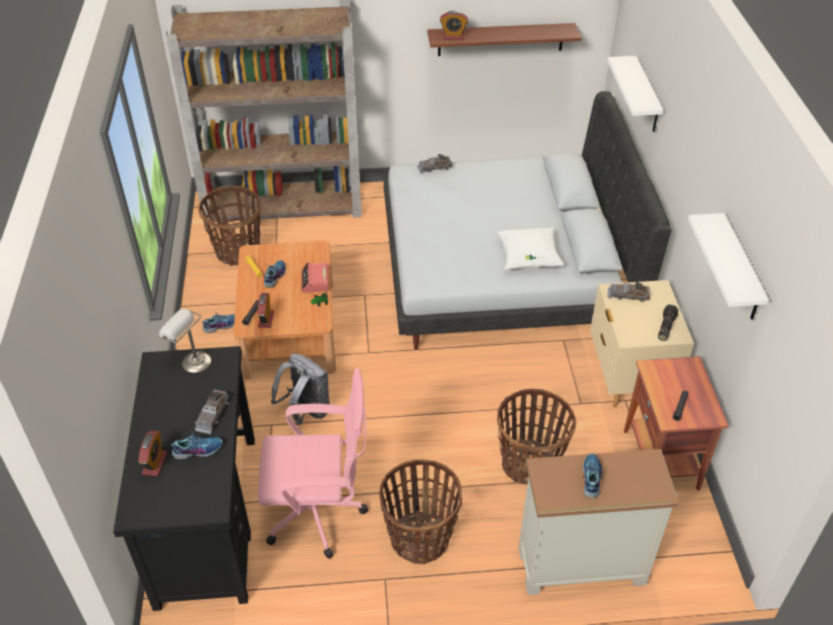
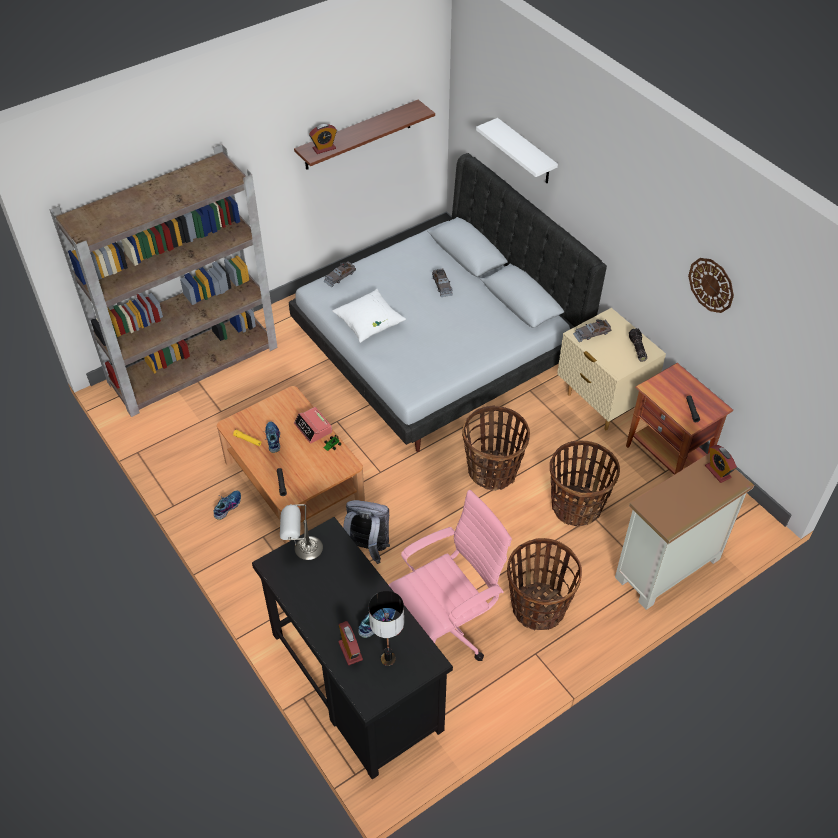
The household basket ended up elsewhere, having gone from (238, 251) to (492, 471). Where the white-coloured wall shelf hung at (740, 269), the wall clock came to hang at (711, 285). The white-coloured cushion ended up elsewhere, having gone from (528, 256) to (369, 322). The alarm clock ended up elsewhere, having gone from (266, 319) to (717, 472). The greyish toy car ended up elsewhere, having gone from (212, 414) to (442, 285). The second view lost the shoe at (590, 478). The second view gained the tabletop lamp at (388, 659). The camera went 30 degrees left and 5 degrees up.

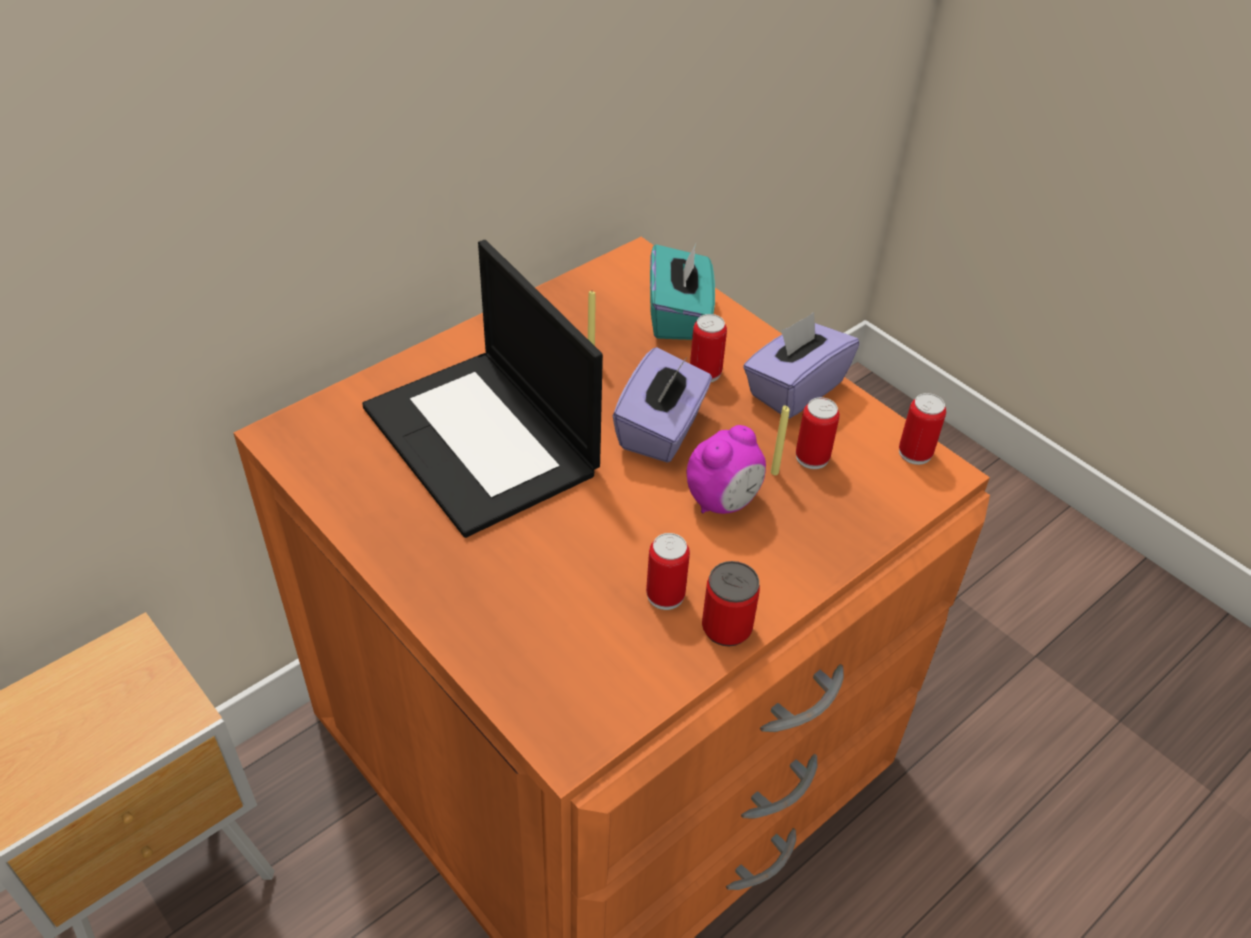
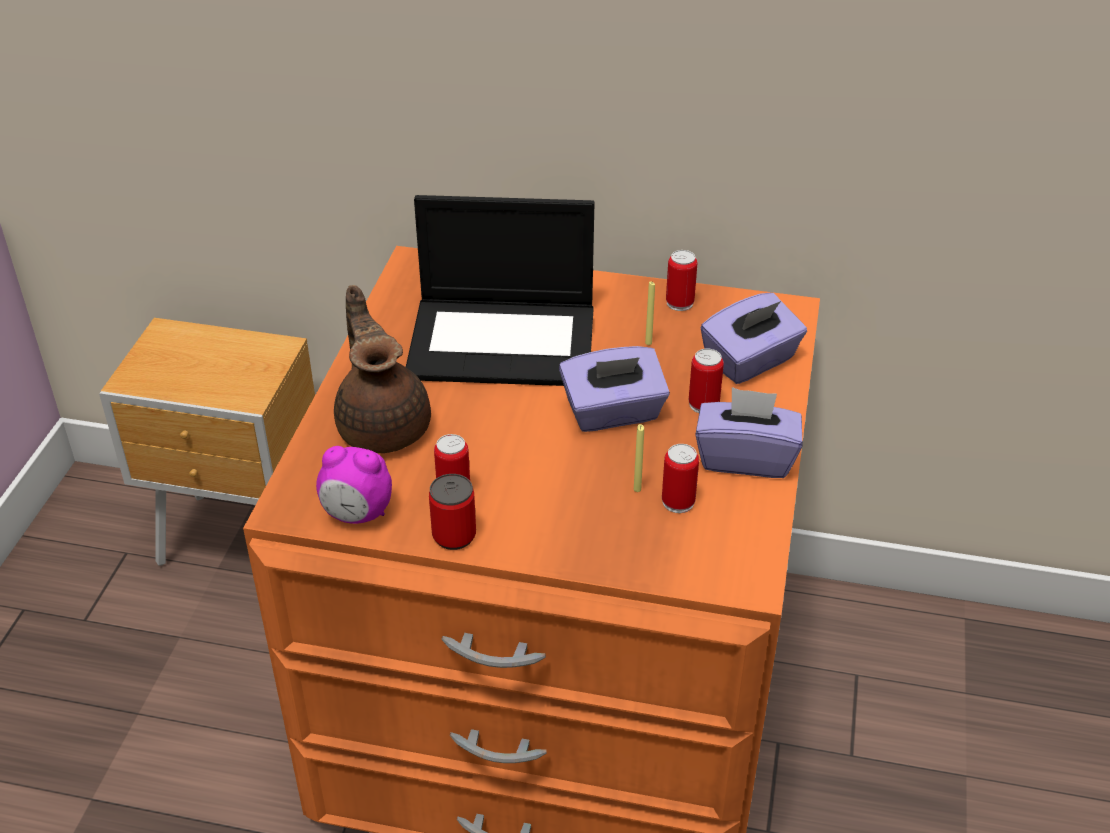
The portable computer at (483, 441) ended up facing another way, 105 degrees counterclockwise from before. What was the blue-green box of tissues at (679, 316) turned into the purple box of tissues at (750, 361). The sealed can ended up elsewhere, having gone from (915, 453) to (679, 303). The alarm clock ended up elsewhere, having gone from (723, 501) to (357, 514). The second view gained the brown-coloured tea pot at (384, 425). The camera went 55 degrees right and 5 degrees down.

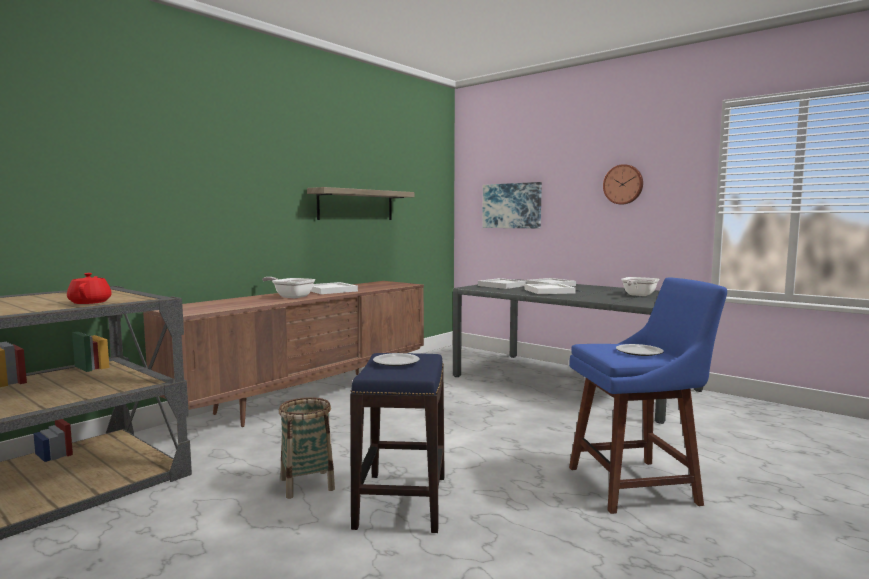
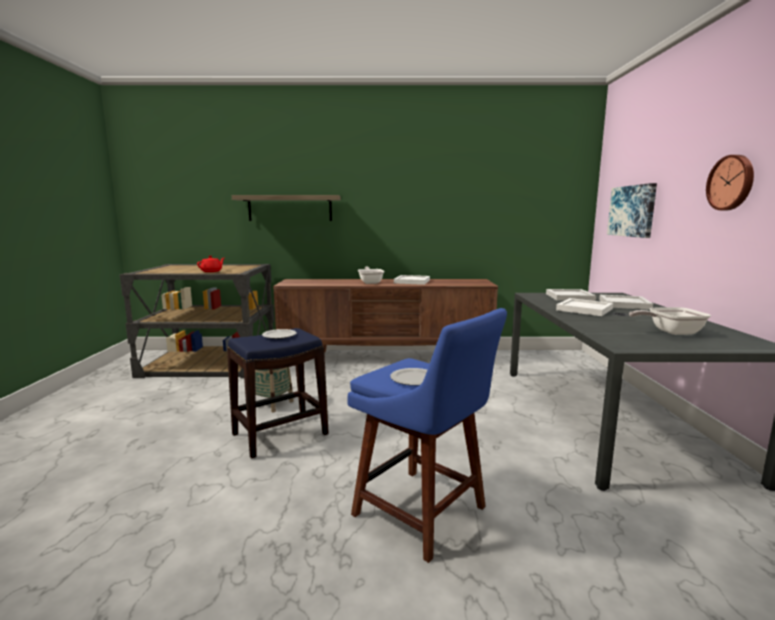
The wall shelf ended up elsewhere, having gone from (356, 205) to (290, 208). The camera went 50 degrees right and 5 degrees up.

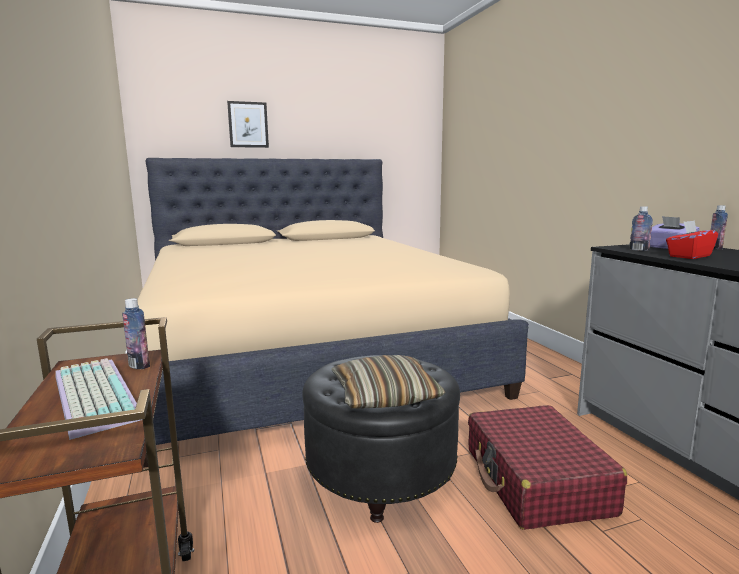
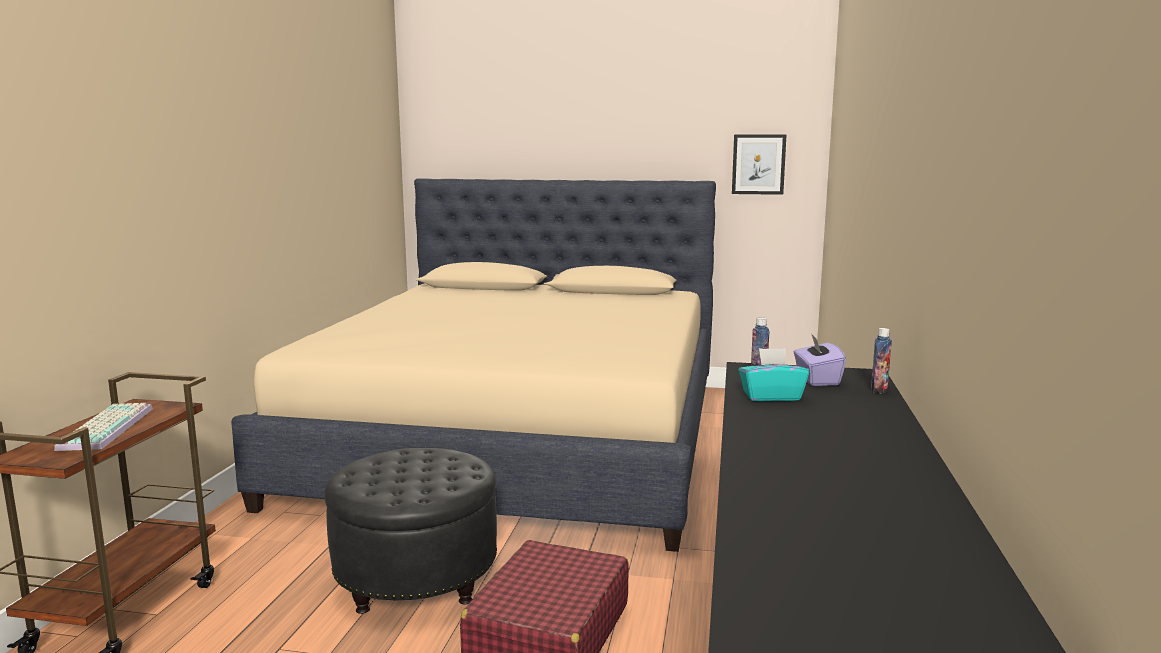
The wall art ended up elsewhere, having gone from (248, 124) to (758, 164). What was the red box of tissues at (689, 256) turned into the blue-green box of tissues at (771, 396). The second view lost the beverage bottle at (139, 365). The second view lost the cushion at (385, 395). The camera went 30 degrees right and 0 degrees up.

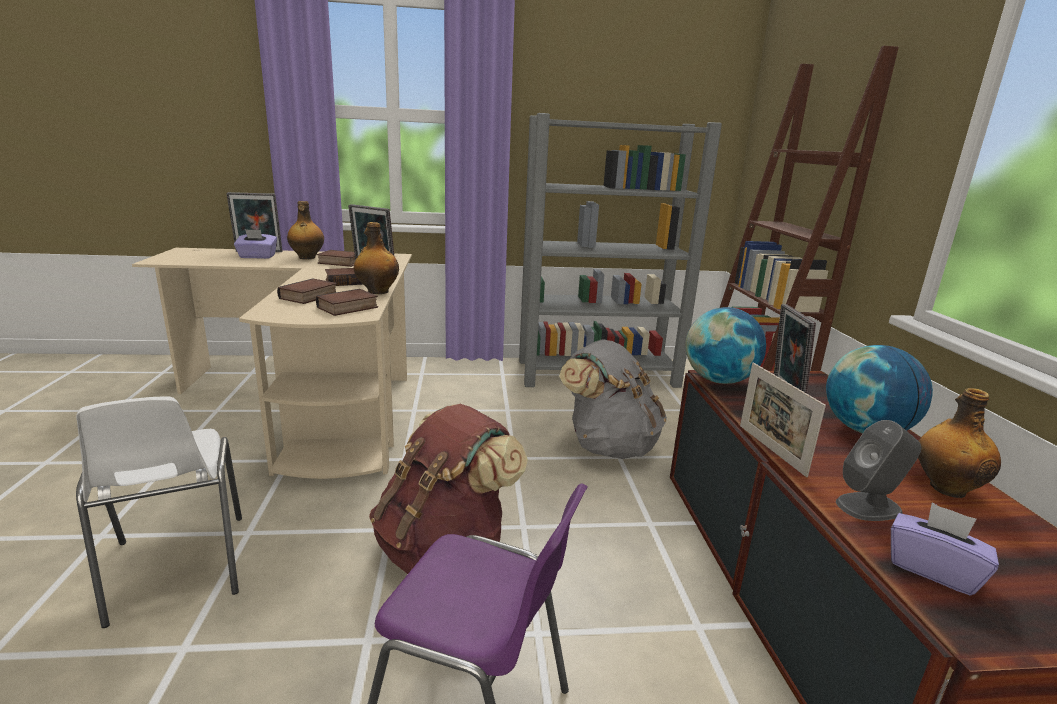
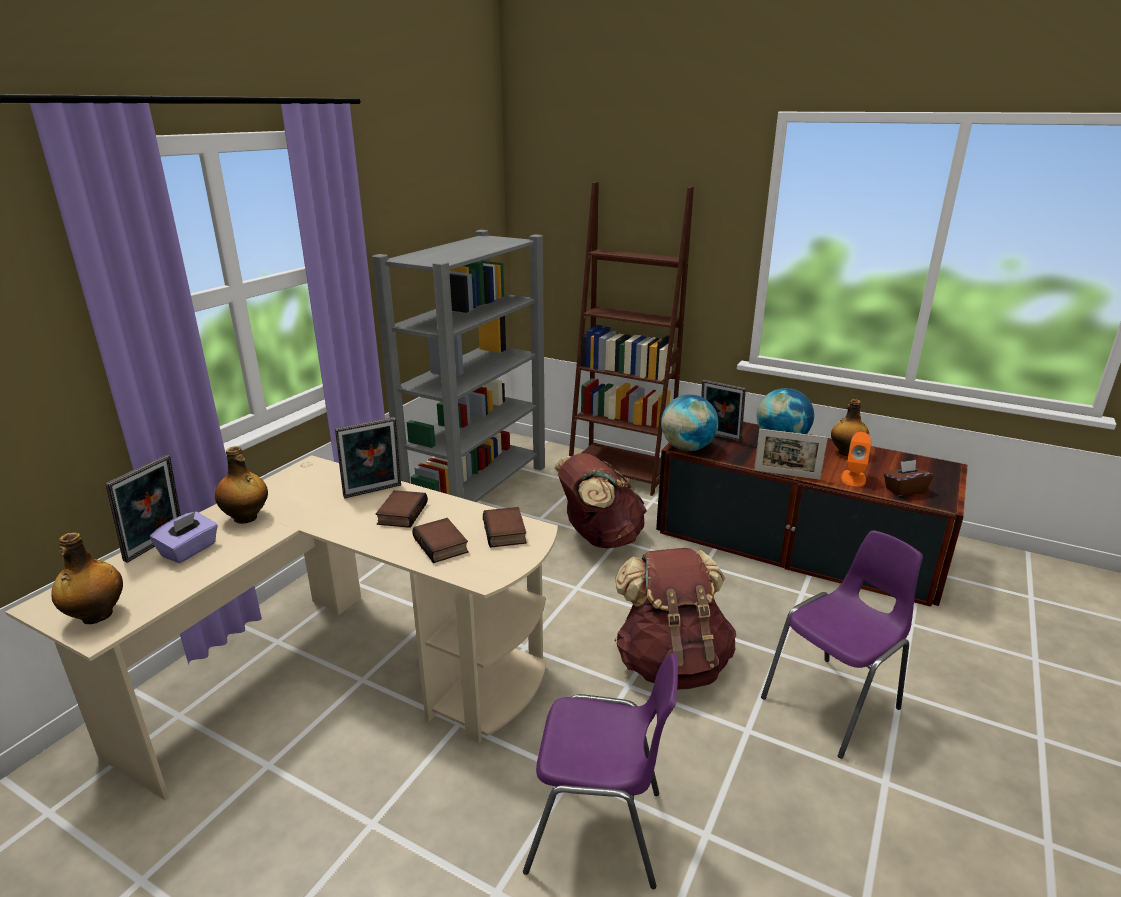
The beverage bottle ended up elsewhere, having gone from (377, 292) to (96, 616). The second view lost the volume at (339, 262). What was the greyish rucksack at (608, 446) turned into the brown-coloured rucksack at (599, 538). What was the white-coloured chair at (177, 570) turned into the purple chair at (599, 831). What was the greyish speaker at (869, 506) turned into the orange speaker at (853, 478). What was the purple box of tissues at (932, 569) turned into the brown-coloured box of tissues at (904, 490). The camera went 55 degrees left and 5 degrees up.

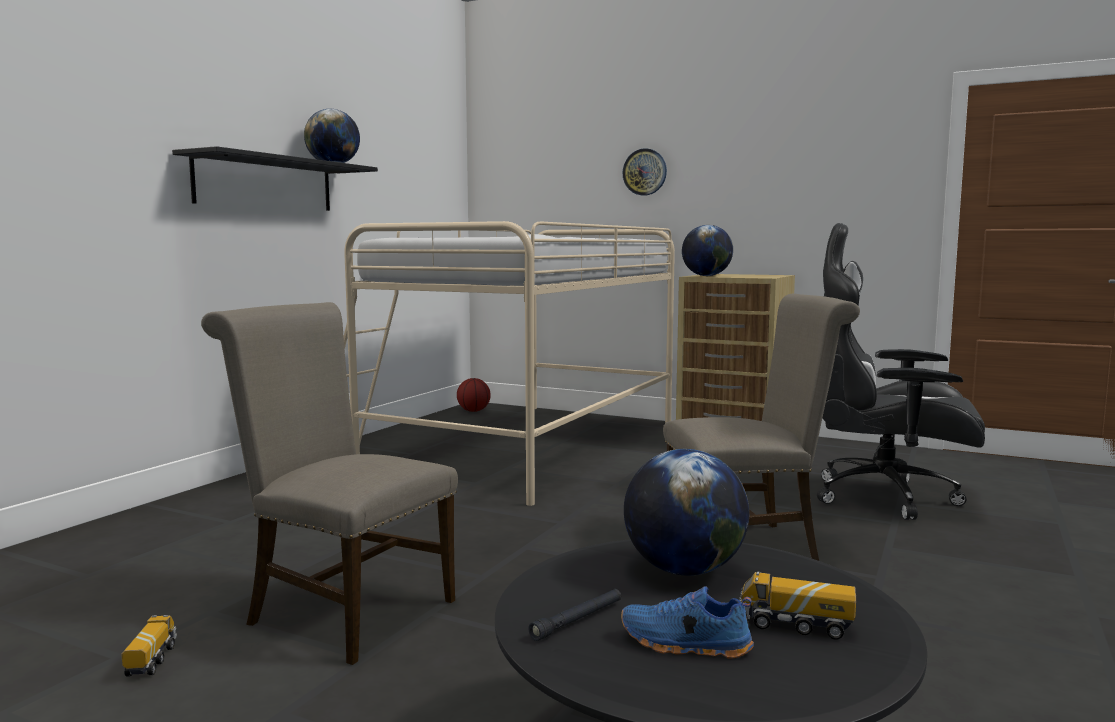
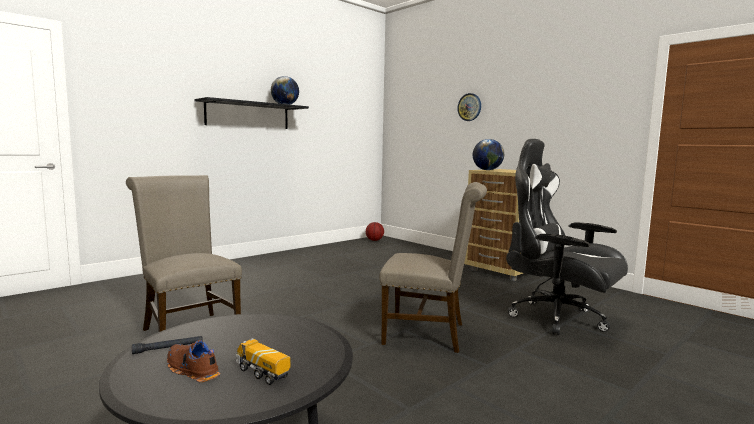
The second view lost the beige-coloured bedroom bed at (527, 446). The second view lost the globe at (684, 570). What was the blue shoe at (685, 645) turned into the brown-coloured shoe at (191, 370). The second view lost the model truck at (151, 660). The camera went 20 degrees right and 0 degrees up.

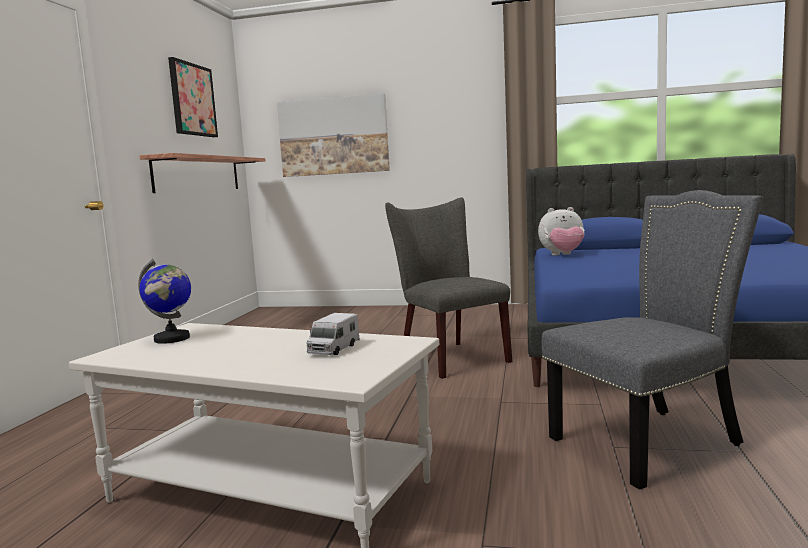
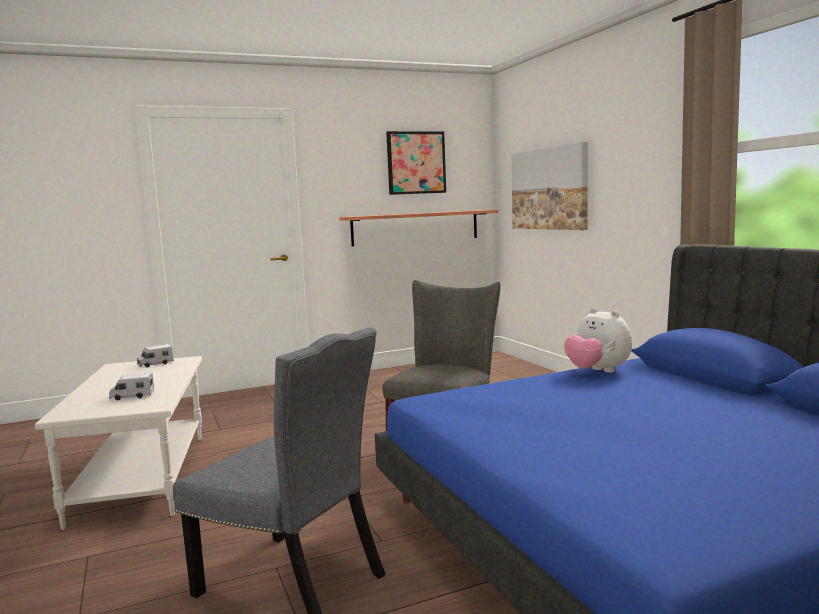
Where the globe stood at (172, 339), the model truck came to stand at (155, 364). The camera went 55 degrees right and 0 degrees up.

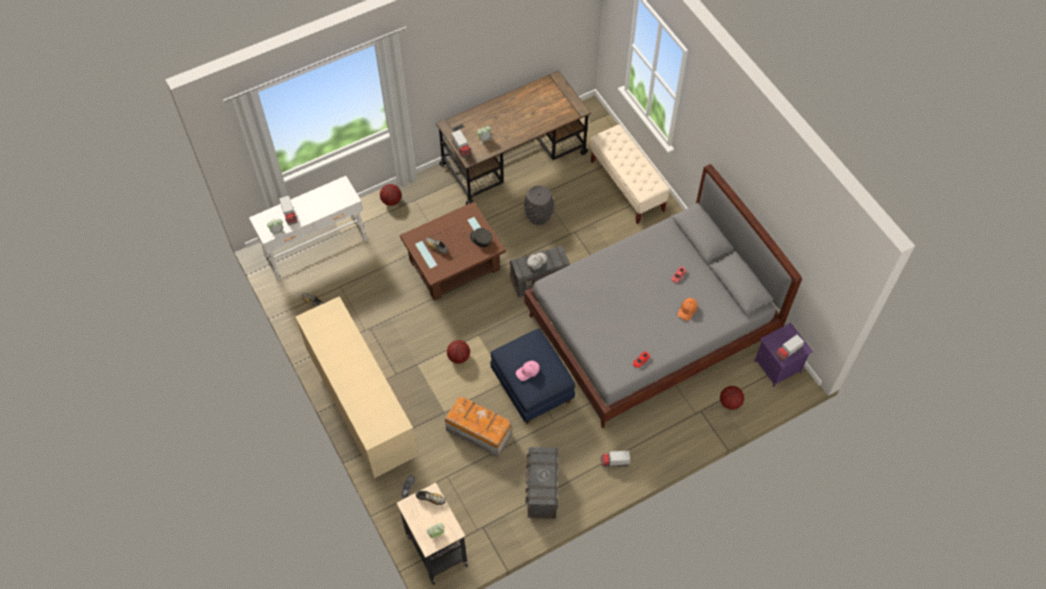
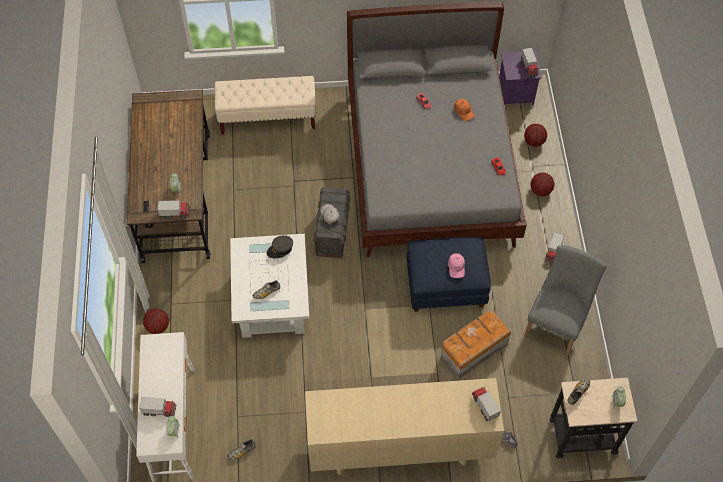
The second view lost the greyish stool seat at (538, 216). What was the brown-coloured lounge table at (454, 265) turned into the white-coloured lounge table at (272, 298). The basketball ball ended up elsewhere, having gone from (459, 357) to (540, 190). Where the greyish storage container stood at (542, 490), the greyish chair came to stand at (557, 321). The second view gained the model truck at (484, 406). The camera went 65 degrees left and 0 degrees up.

